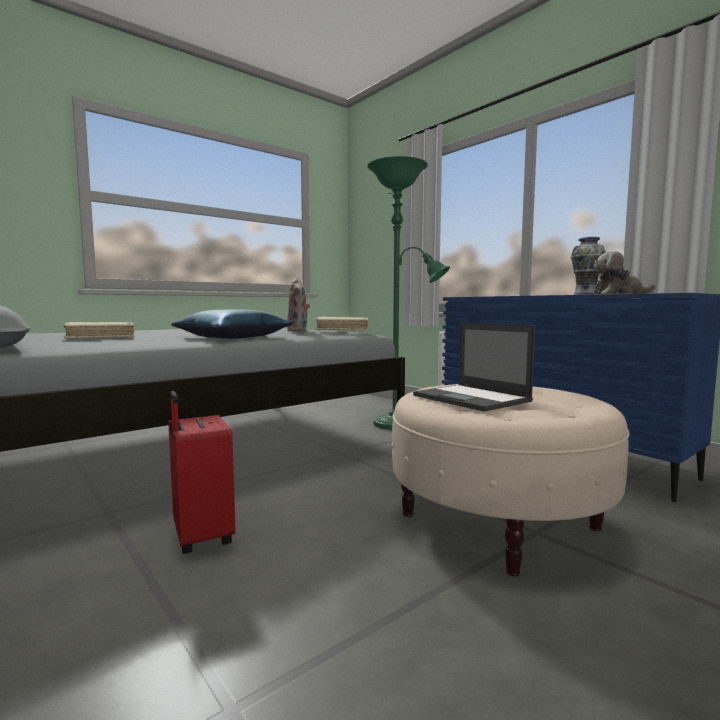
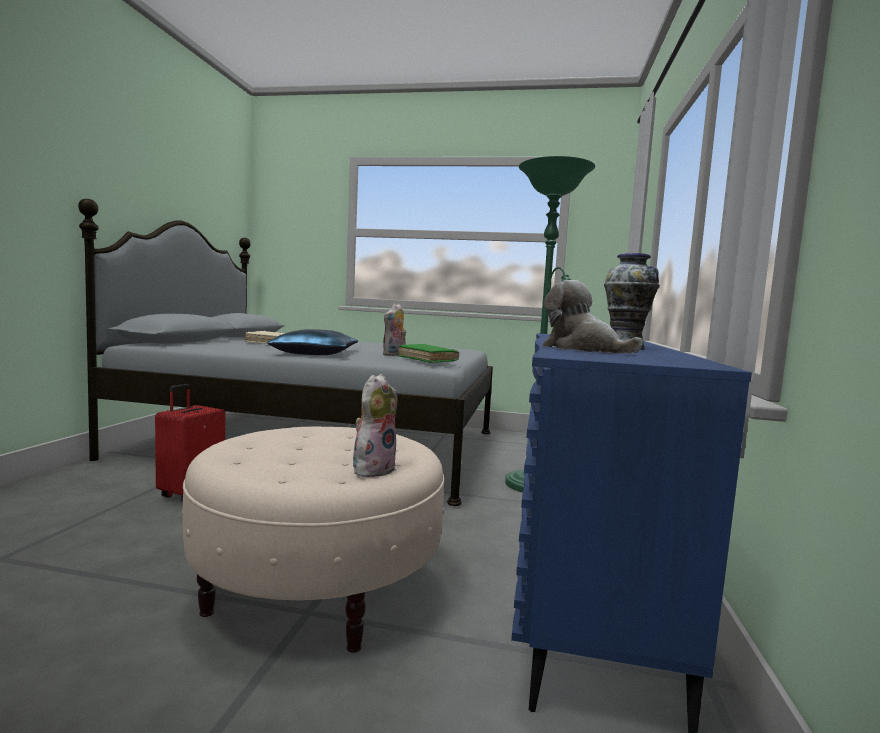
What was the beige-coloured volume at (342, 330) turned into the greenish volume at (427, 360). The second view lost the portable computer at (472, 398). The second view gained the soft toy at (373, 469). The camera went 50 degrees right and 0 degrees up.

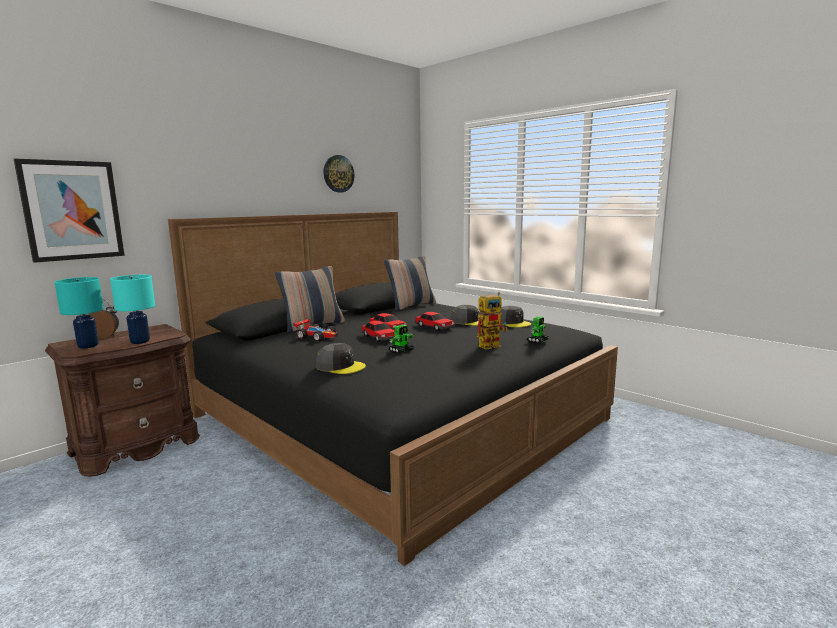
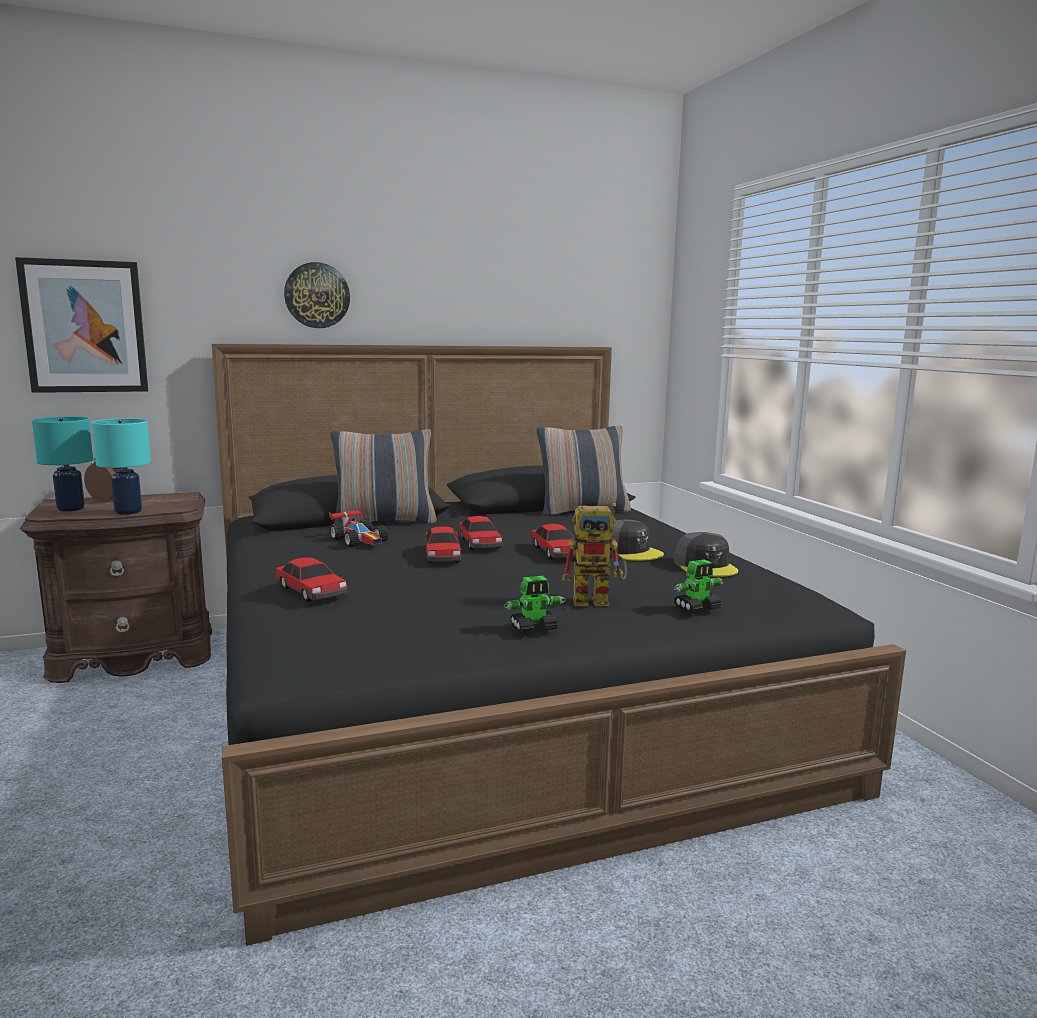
The wall clock ended up elsewhere, having gone from (338, 174) to (317, 295). The robot figure ended up elsewhere, having gone from (401, 351) to (534, 628). Where the greyish cap stood at (340, 366), the toy car came to stand at (312, 591). The camera went 25 degrees right and 0 degrees up.

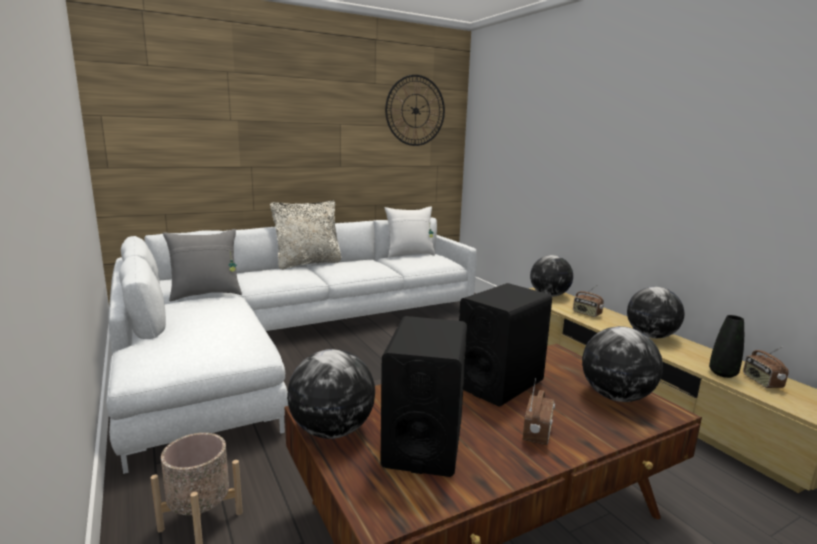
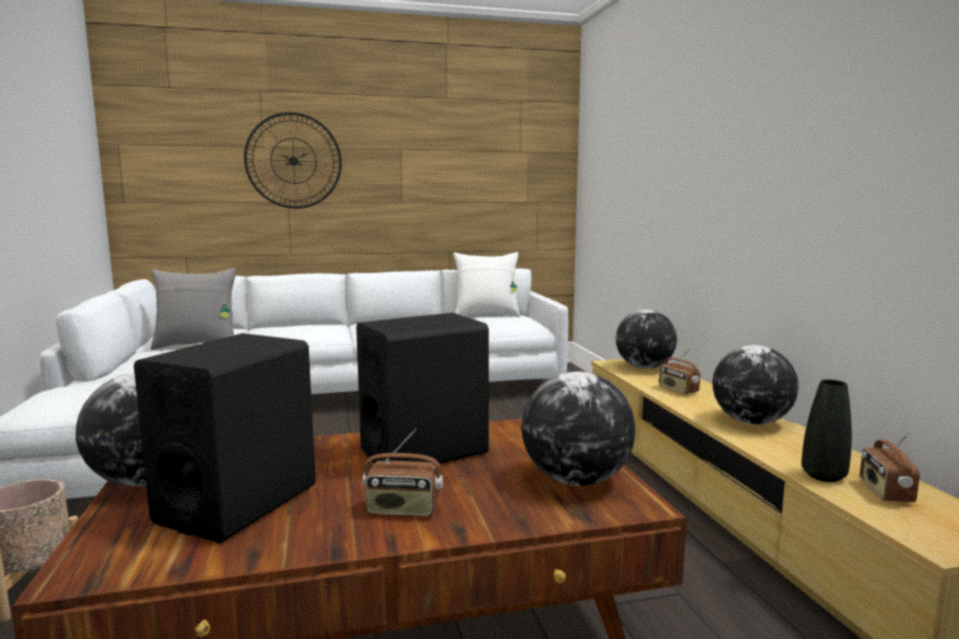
The wall clock ended up elsewhere, having gone from (415, 110) to (293, 161). The second view lost the beige-coloured cushion at (309, 264). The radio receiver at (537, 433) ended up facing another way, 60 degrees clockwise from before. The camera went 15 degrees right and 5 degrees down.

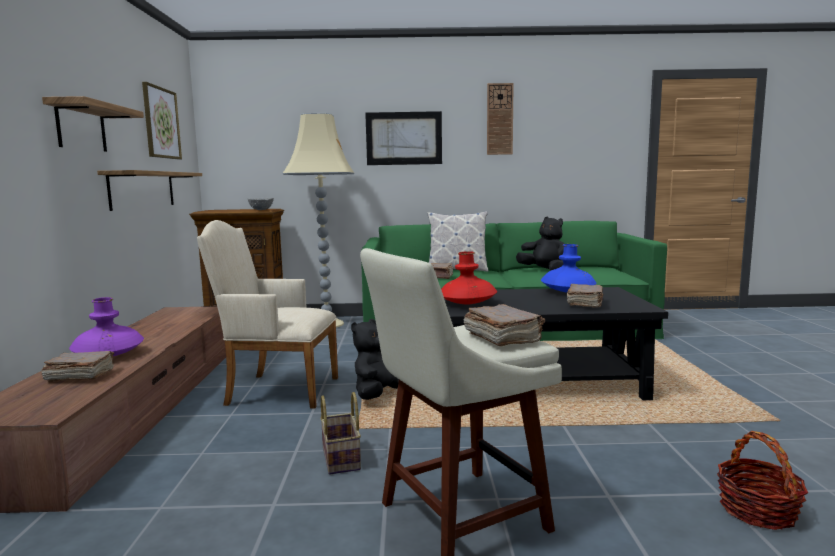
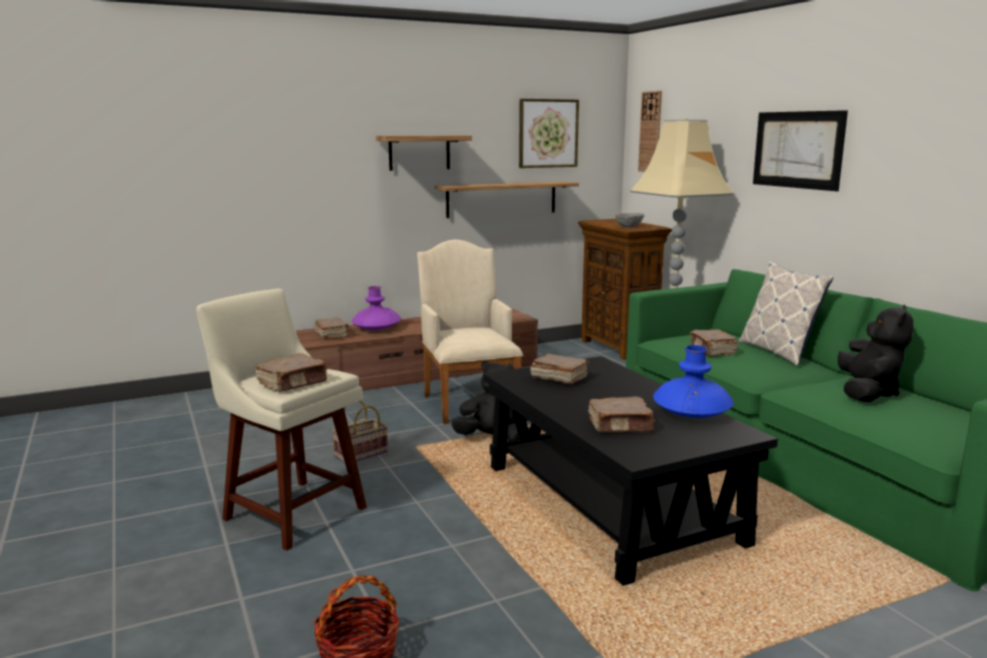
The wall clock ended up elsewhere, having gone from (499, 119) to (650, 132). Where the red decorative vase stood at (467, 303), the brown-coloured volume came to stand at (558, 378). The camera went 65 degrees right and 5 degrees up.

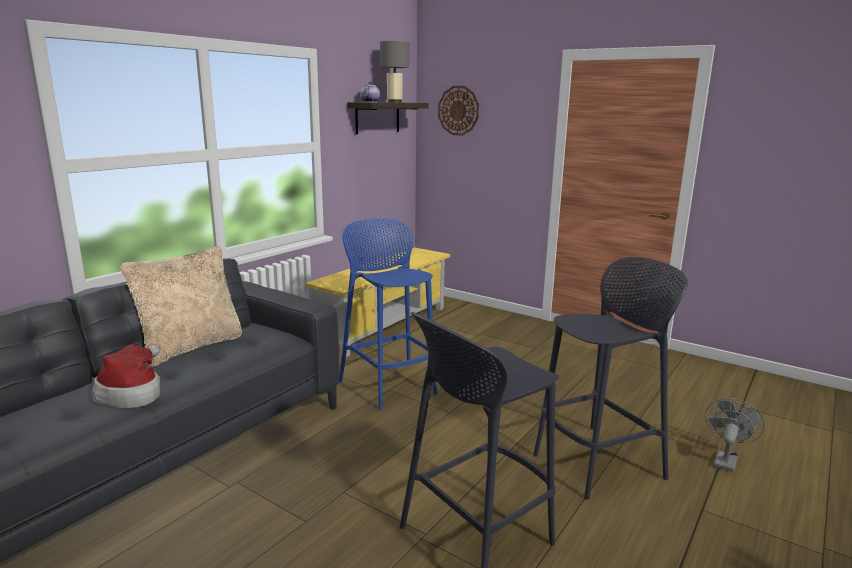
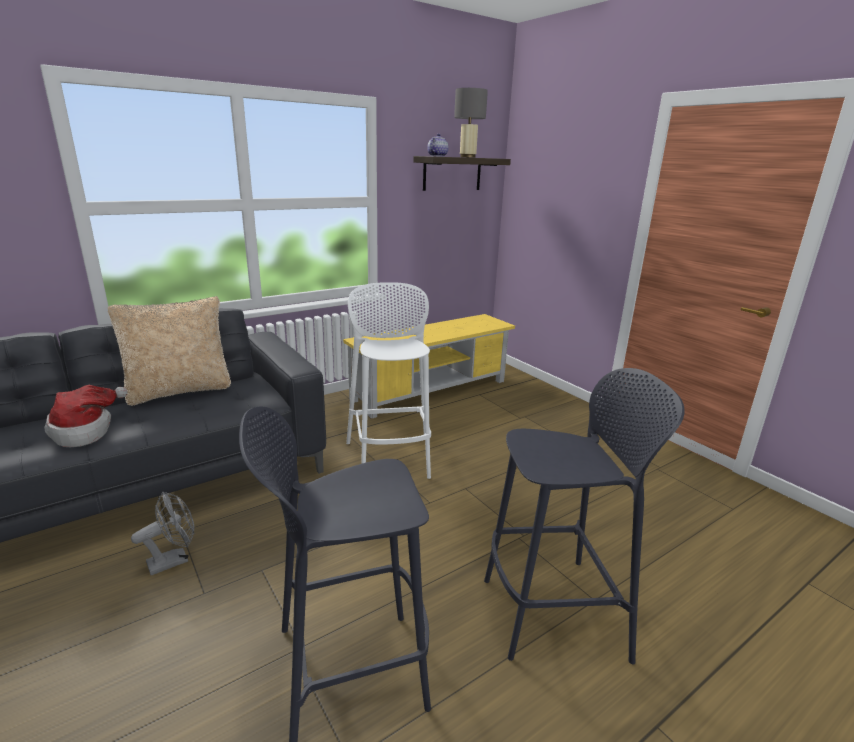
The second view lost the wall clock at (458, 110). What was the blue stool seat at (390, 385) turned into the white-coloured stool seat at (391, 457). The greyish cooling fan ended up elsewhere, having gone from (725, 459) to (174, 560). The camera went 20 degrees right and 5 degrees up.

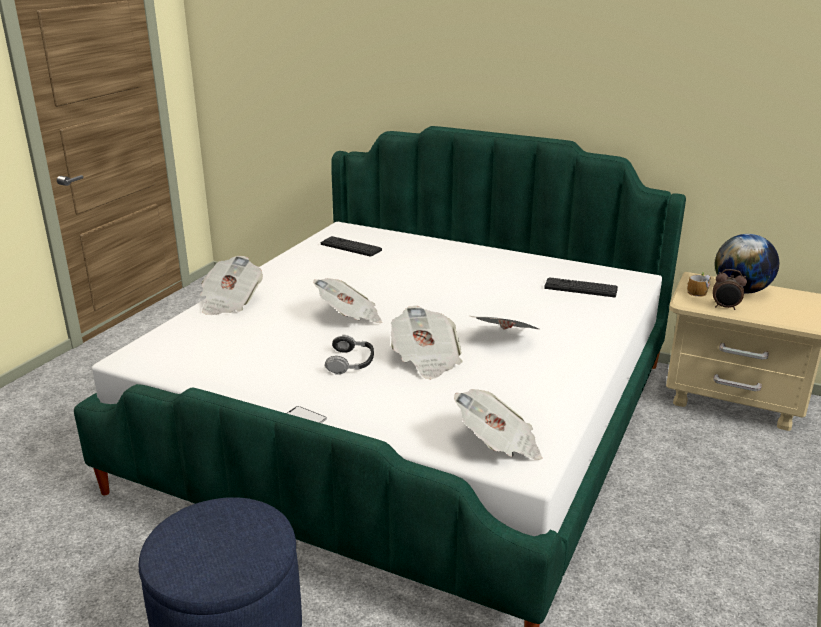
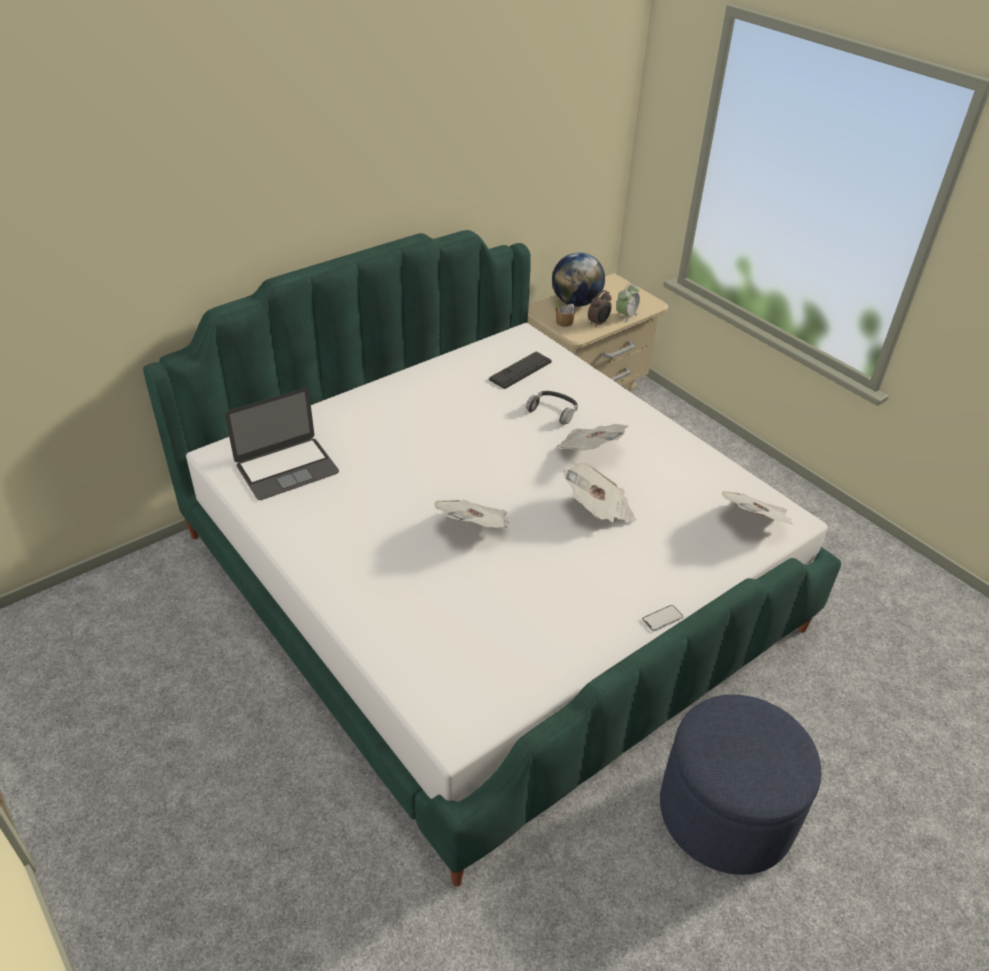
Where the computer keyboard stood at (351, 247), the portable computer came to stand at (287, 468). The second view lost the newspaper at (230, 302). The pair of headphones ended up elsewhere, having gone from (351, 362) to (553, 411). The second view gained the alarm clock at (626, 315). The camera went 65 degrees left and 15 degrees up.

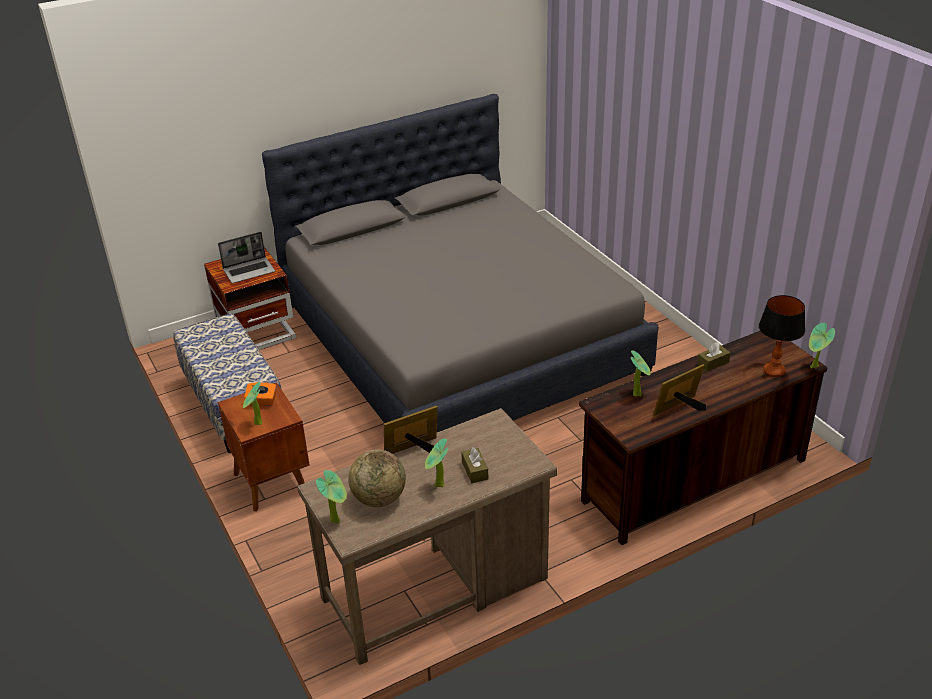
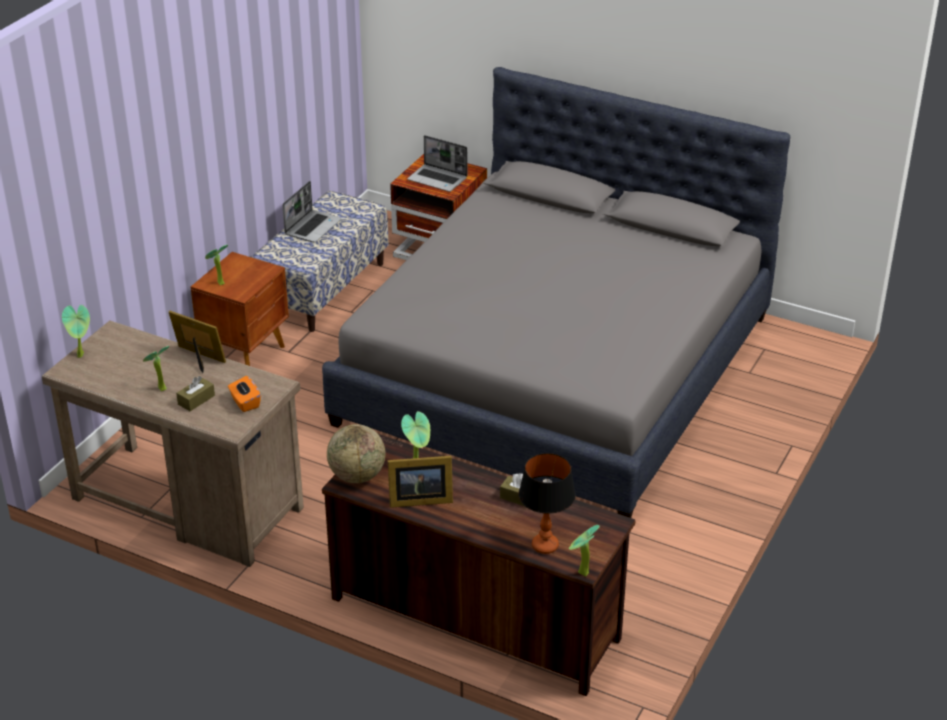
The photo frame at (680, 408) ended up facing another way, 150 degrees clockwise from before. The orange box of tissues ended up elsewhere, having gone from (262, 401) to (245, 403). The globe ended up elsewhere, having gone from (379, 498) to (357, 476). The second view gained the portable computer at (313, 227). The camera went 55 degrees right and 0 degrees up.

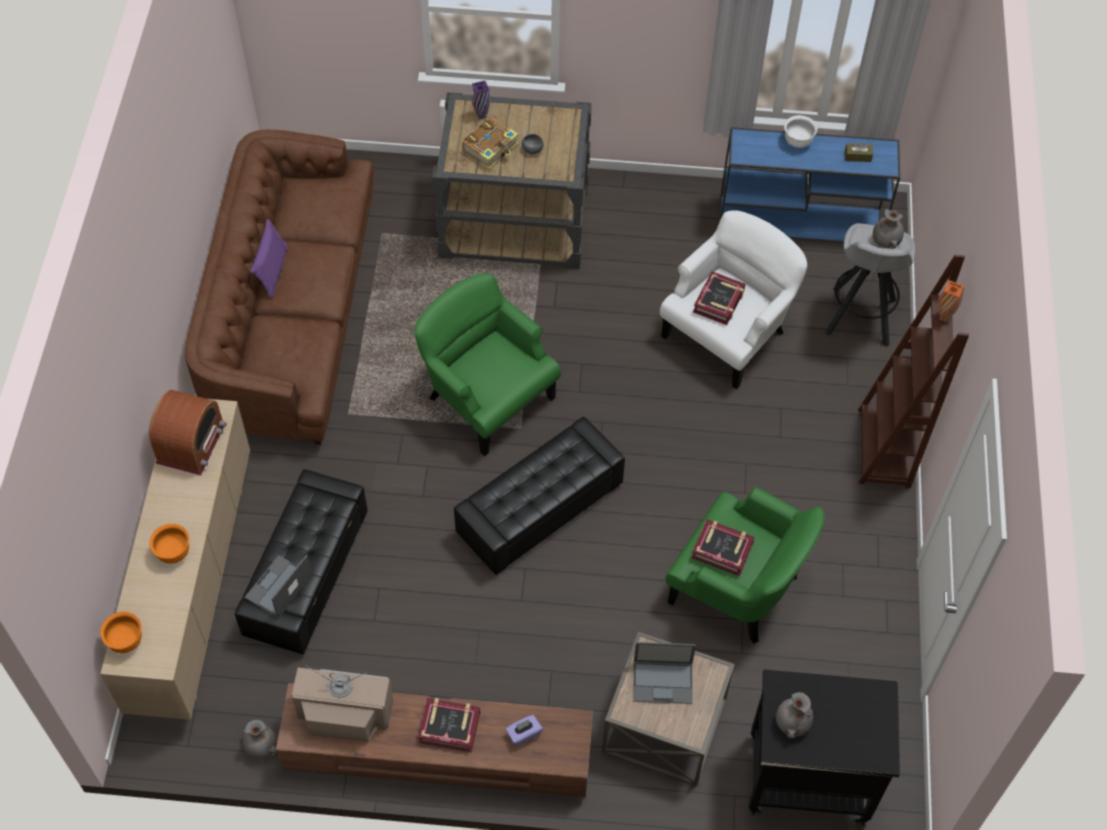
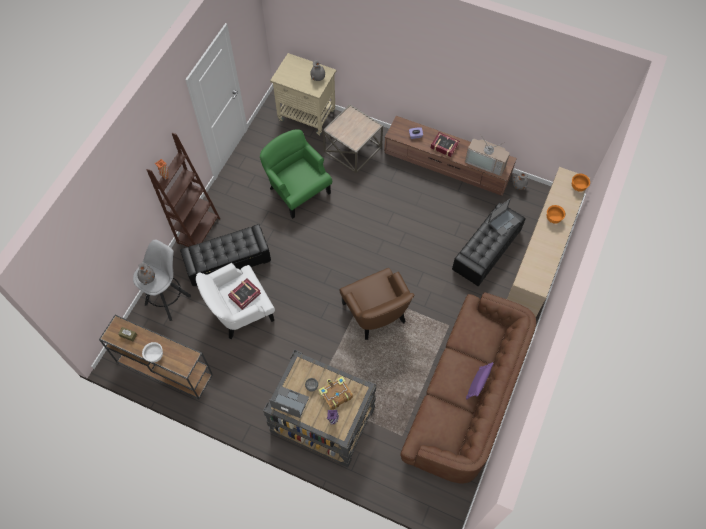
What was the blue console table at (801, 220) turned into the brown-coloured console table at (163, 368). What was the greenish easy chair at (487, 397) turned into the brown-coloured easy chair at (376, 313). The second view lost the radio receiver at (191, 443). The black-coloured ottoman ended up elsewhere, having gone from (539, 509) to (228, 262). The second view lost the volume at (722, 550). The portable computer ended up elsewhere, having gone from (663, 682) to (289, 402). What was the black-coloured wheeled cart at (806, 779) turned into the beige-coloured wheeled cart at (307, 116). The camera went 160 degrees left and 5 degrees up.

